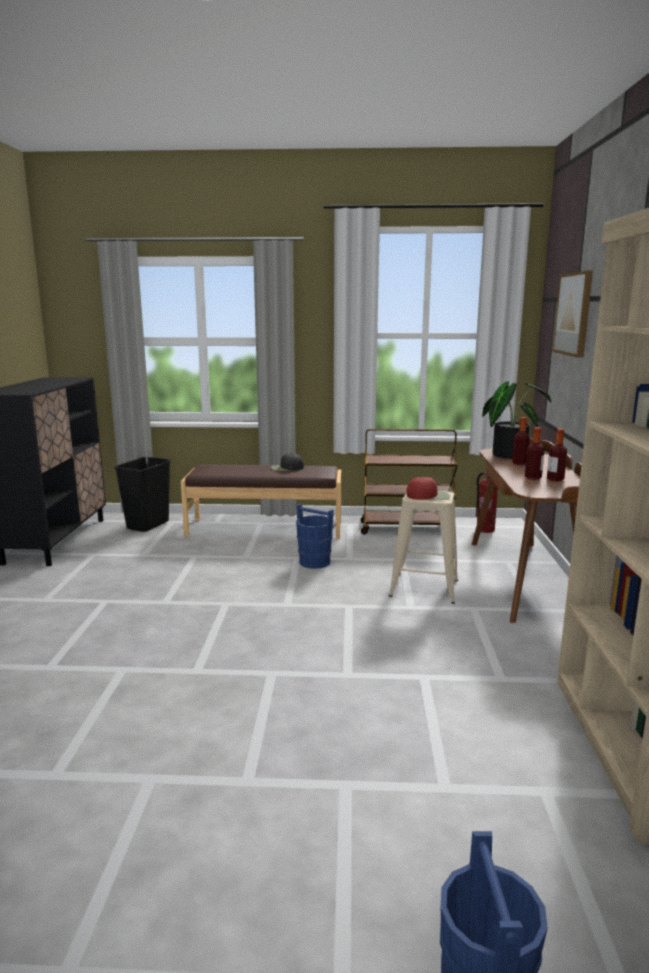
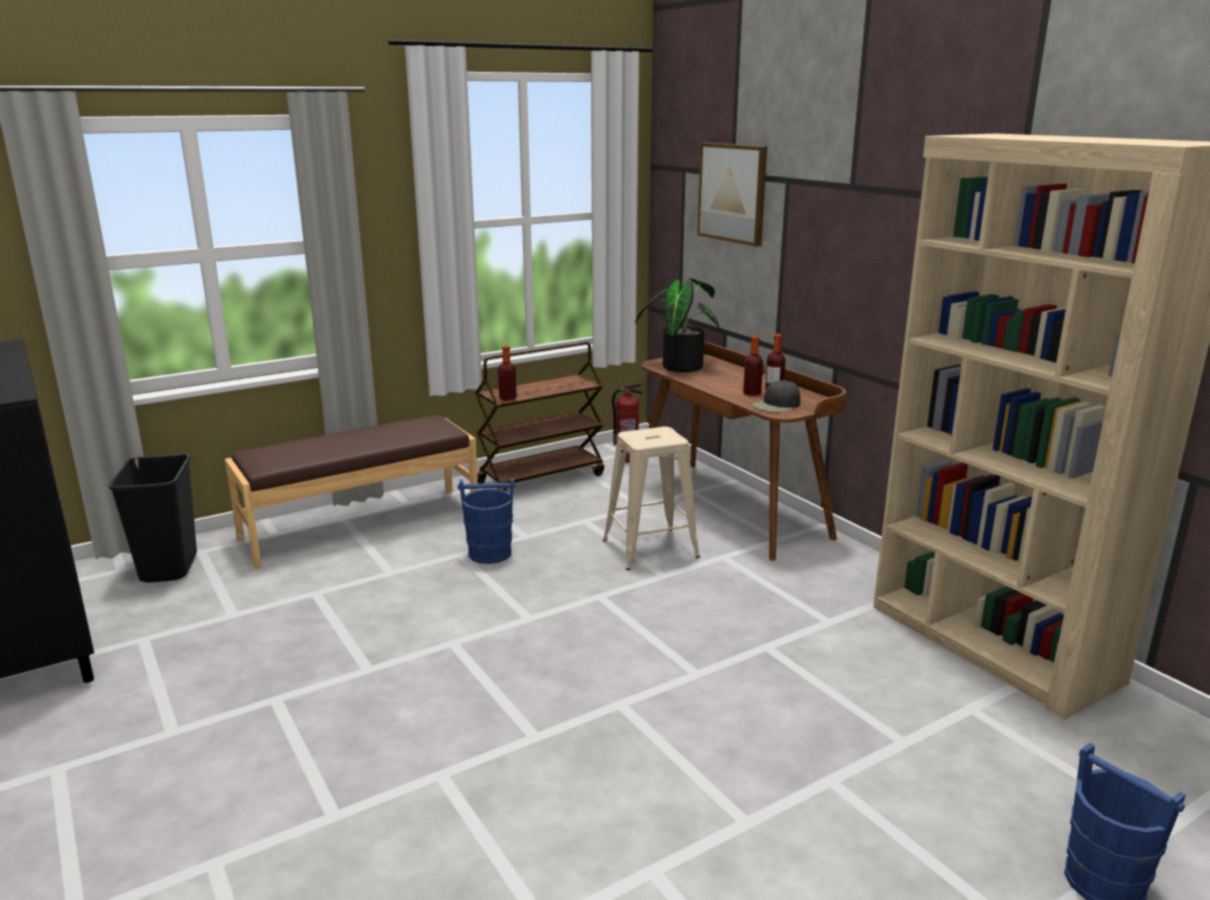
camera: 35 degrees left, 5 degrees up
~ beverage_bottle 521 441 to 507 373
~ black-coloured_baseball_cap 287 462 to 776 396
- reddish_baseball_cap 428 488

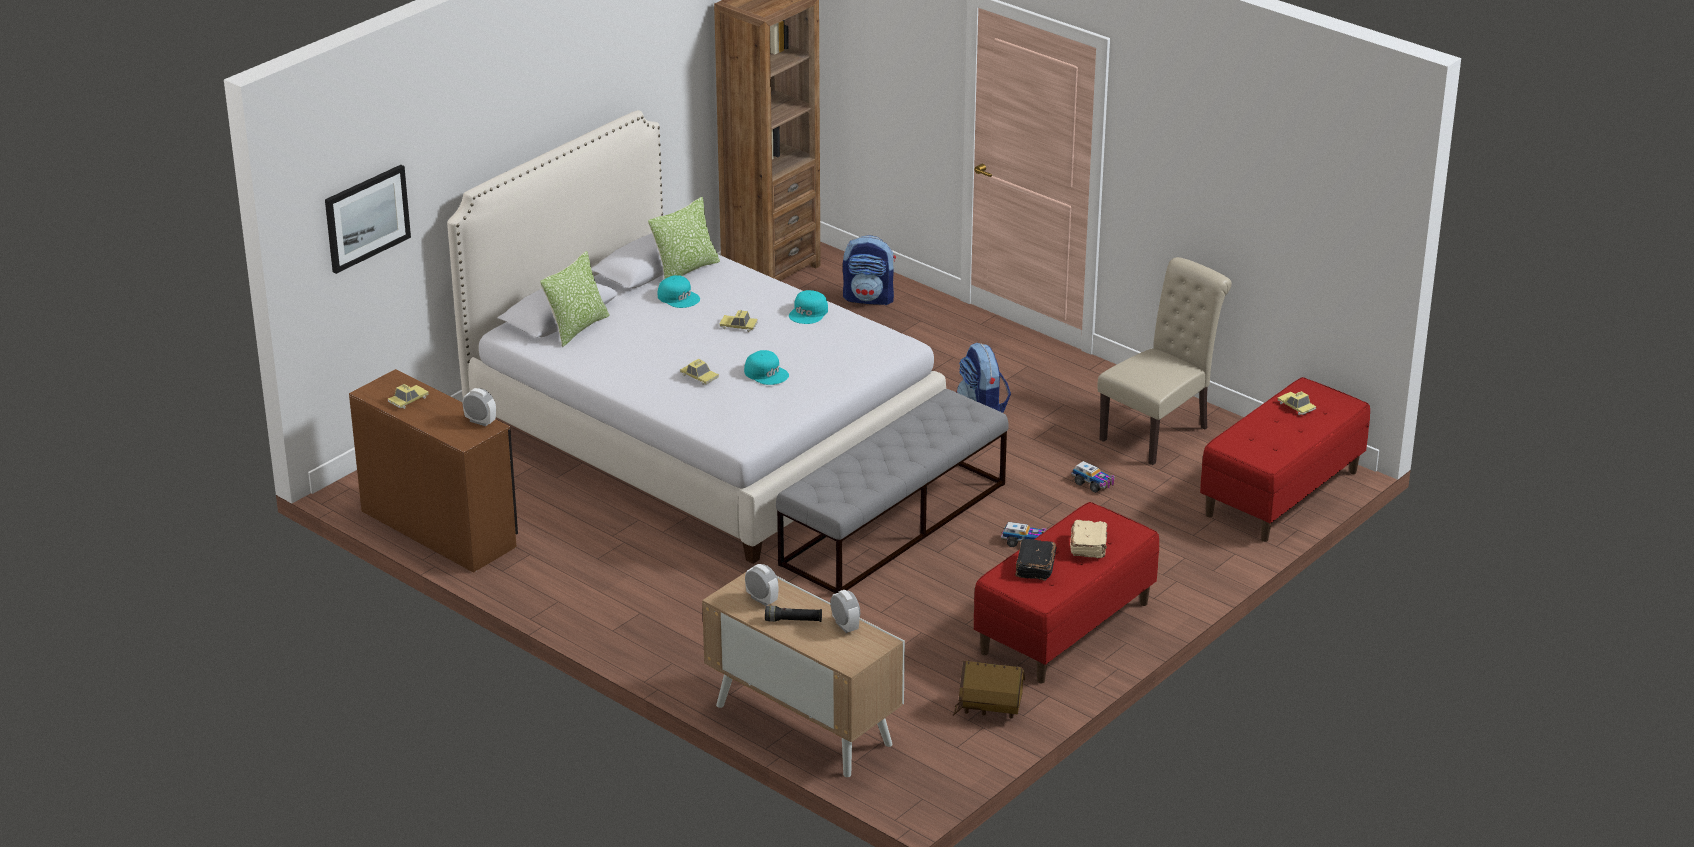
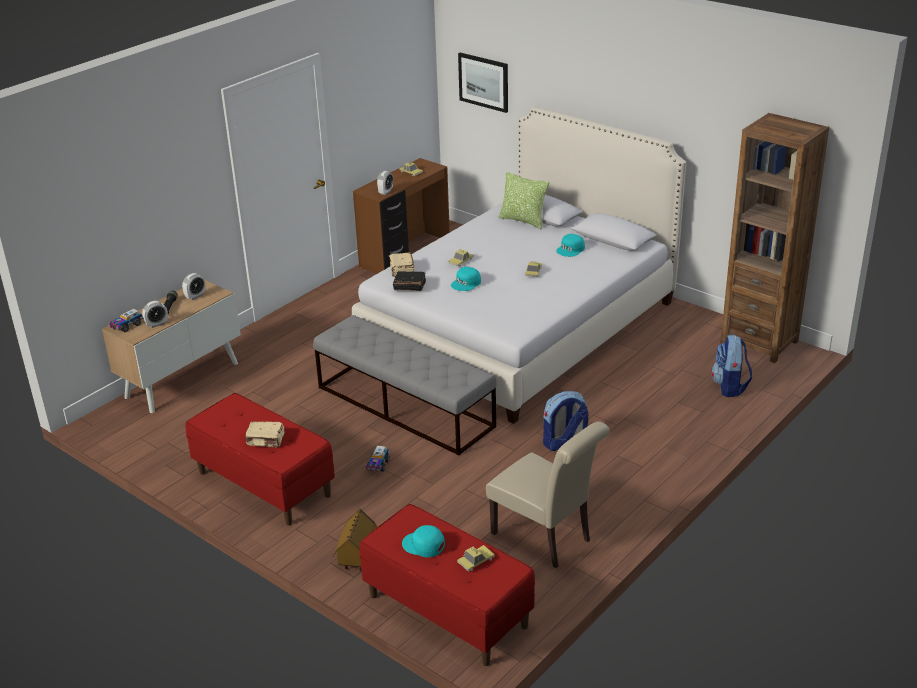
camera: 90 degrees right, 0 degrees up
~ toy_lorry 1093 477 to 126 320
~ miniature_house 988 689 to 355 539
+ sand-coloured_volume 402 265
~ black-coloured_volume 1035 560 to 409 281
~ blue-green_baseball_cap 808 307 to 423 541
- throw_pillow 684 238

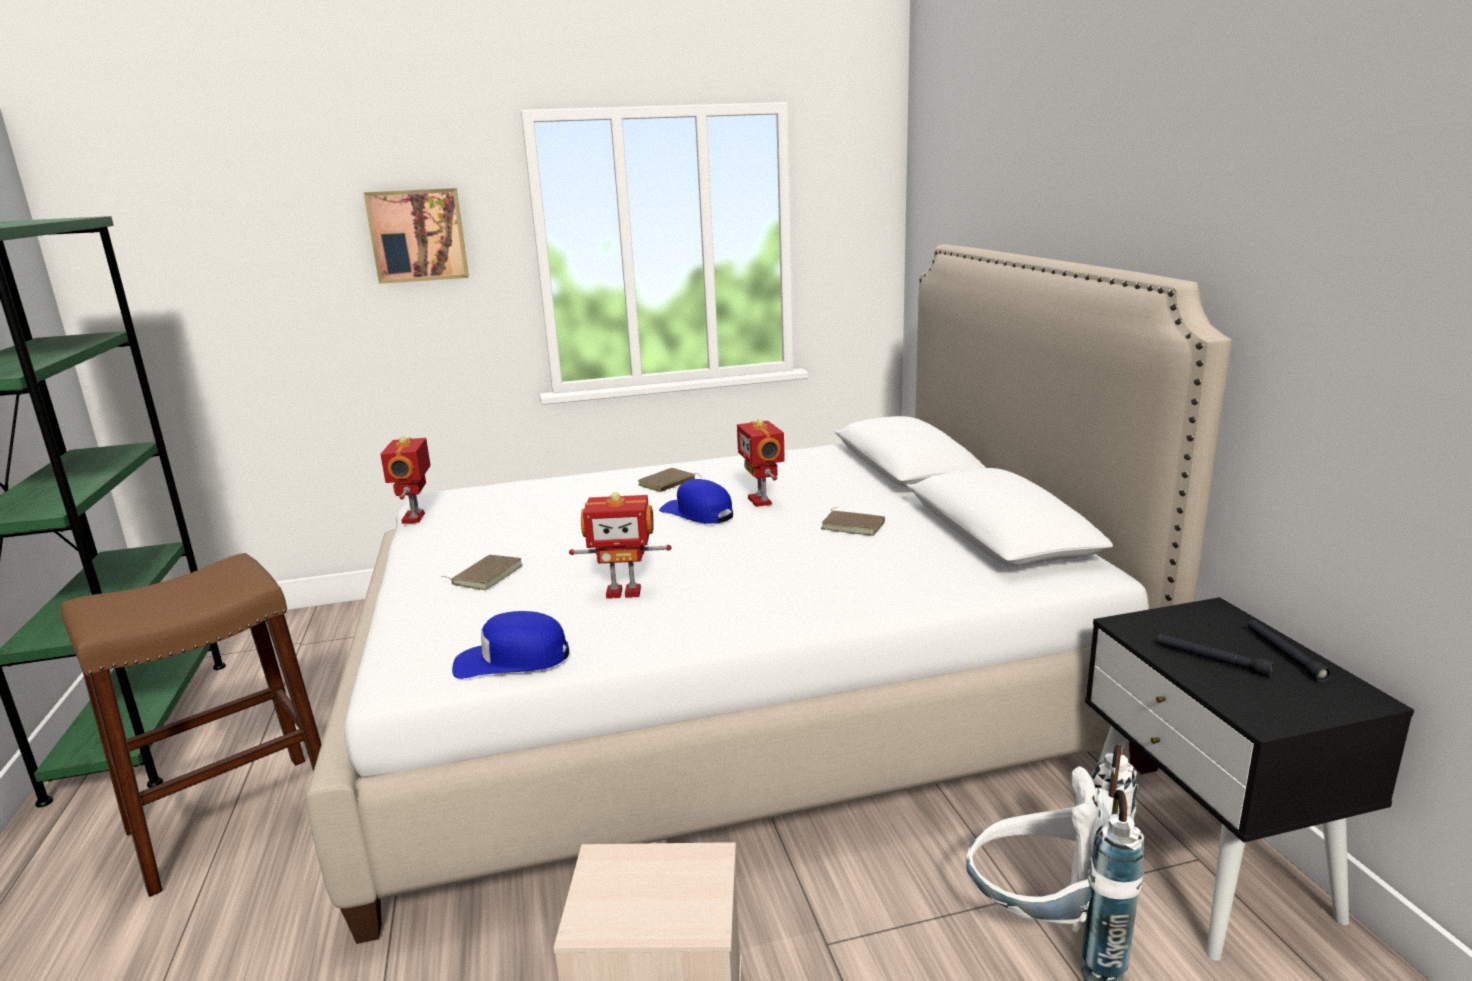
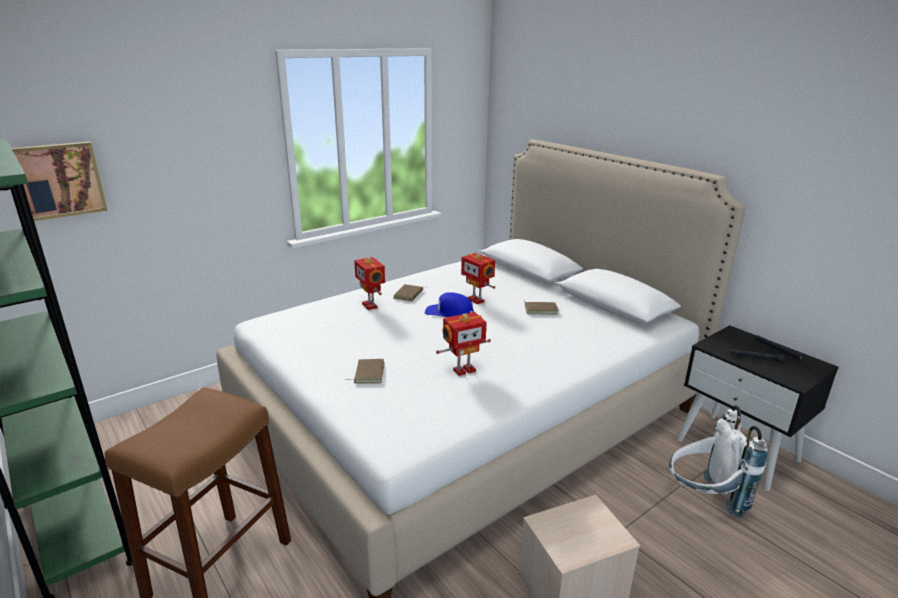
camera: 25 degrees left, 5 degrees up
~ wall_art 416 236 to 59 181
~ model_robot 405 480 to 369 283
- blue_baseball_cap 510 645

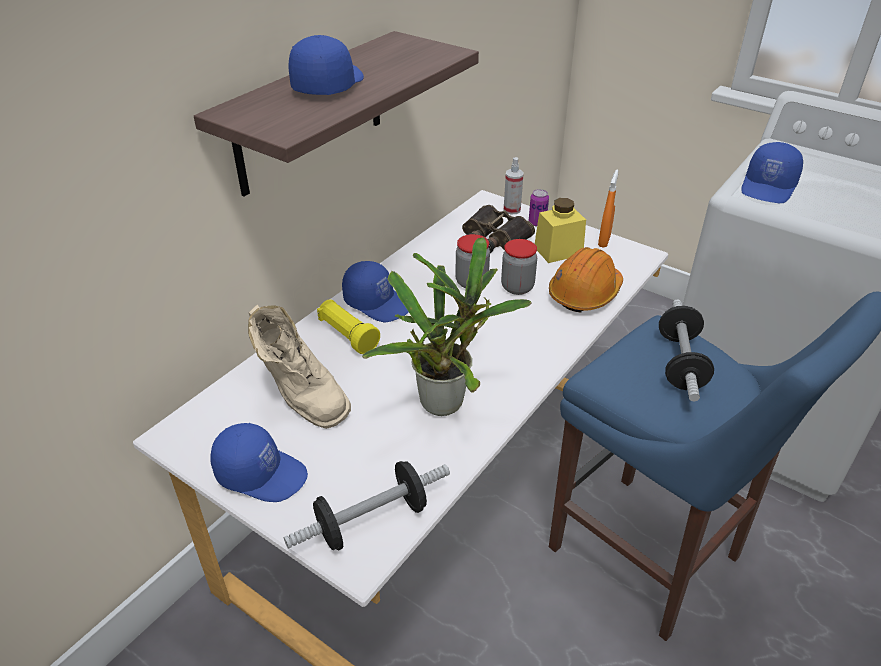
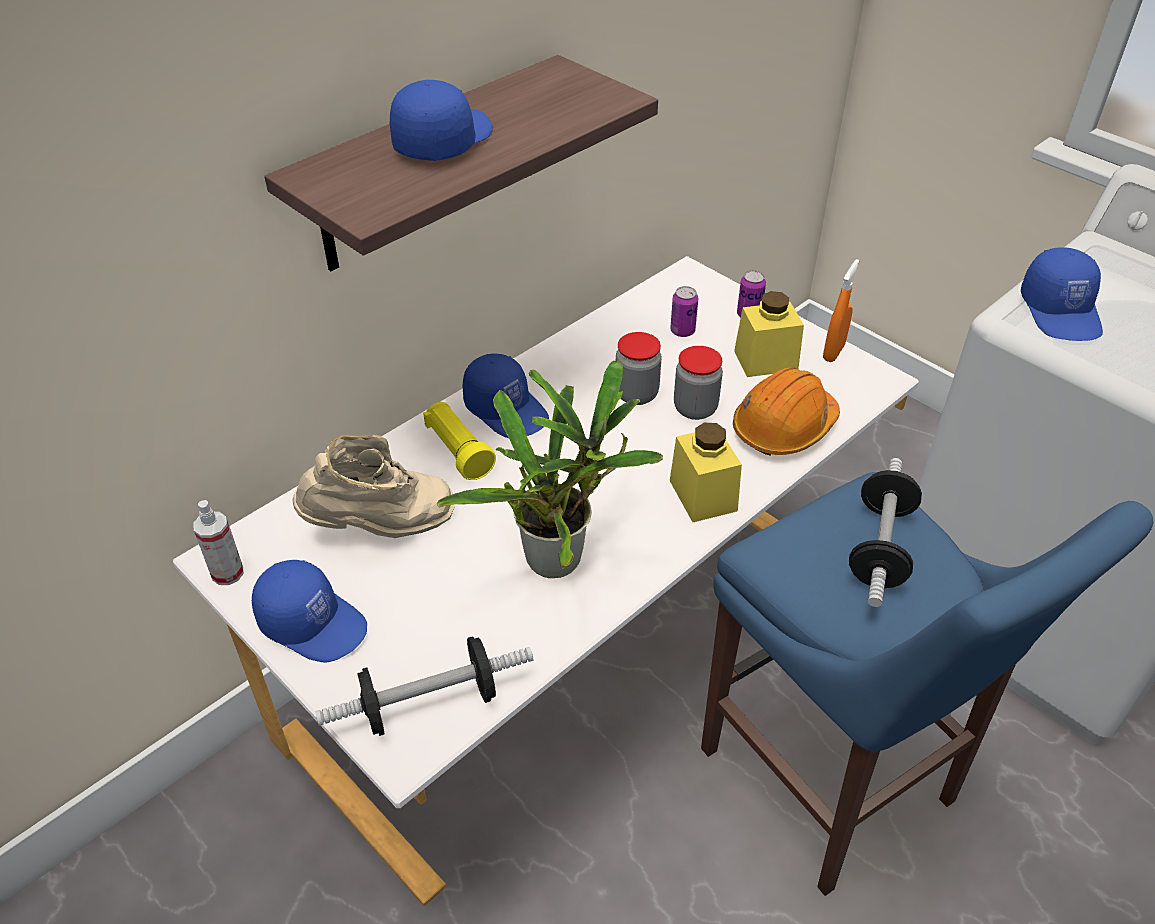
camera: 10 degrees right, 5 degrees up
~ hand_sprayer 513 186 to 218 542
~ sand-coloured_high-top_boot 299 367 = 373 486 75 degrees counterclockwise
~ binoculars 498 229 to sealed_can 684 311
+ yellow_storage_jar 706 472
~ blue_baseball_cap 772 172 = 1062 294 45 degrees counterclockwise

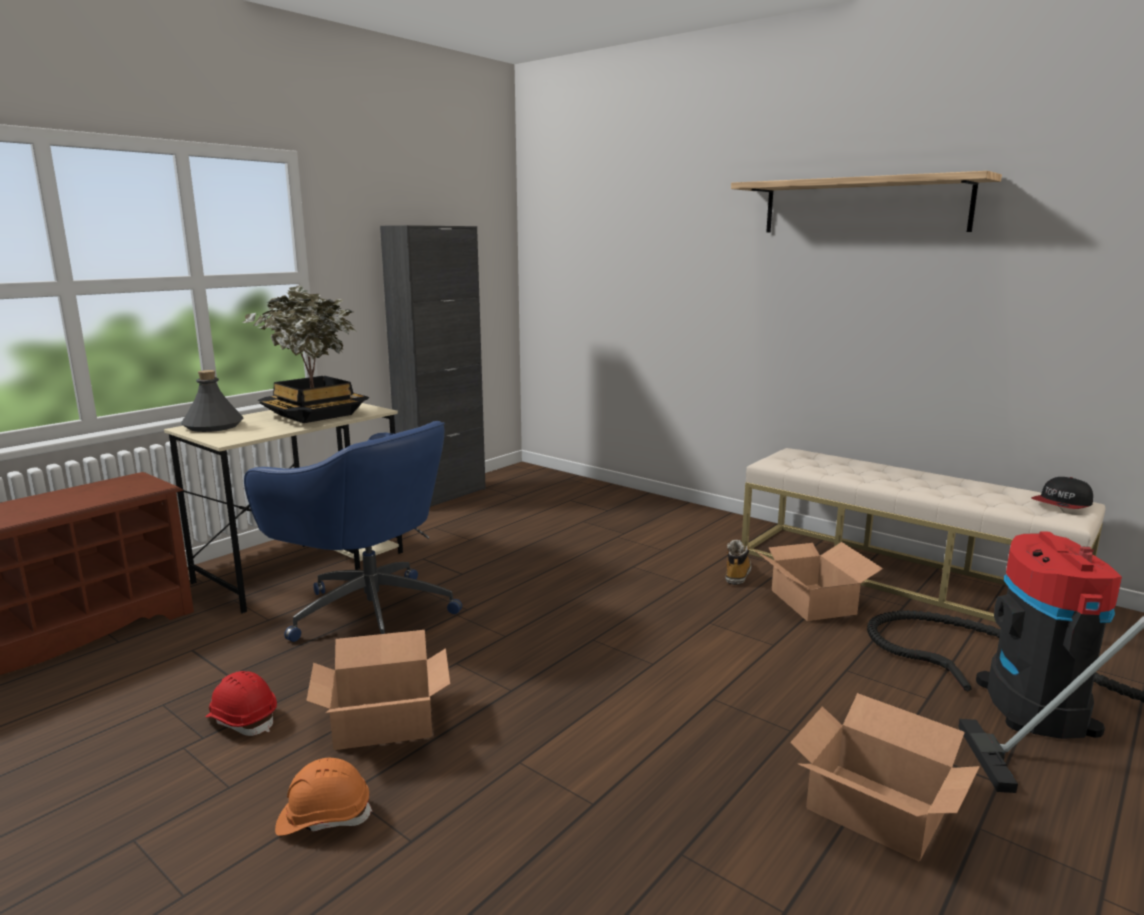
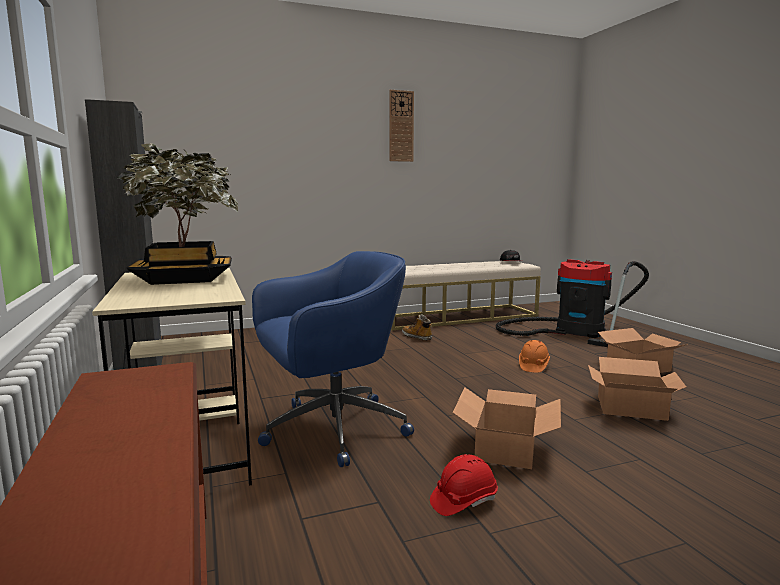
camera: 60 degrees left, 5 degrees down
~ wall_shelf 866 201 to hanging_clock 401 126
~ orange-coloured_hard_hat 323 797 to 534 356
~ packing_box 819 581 to 637 389
- greyish_beverage_bottle 212 401

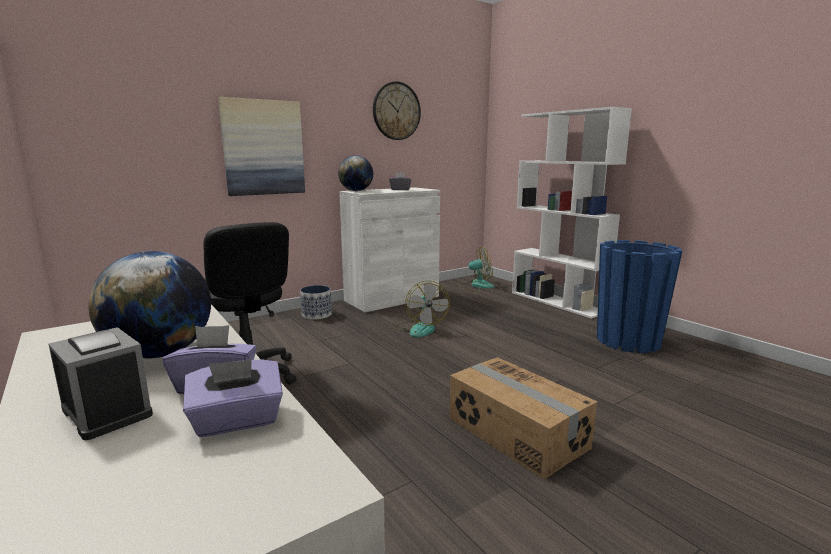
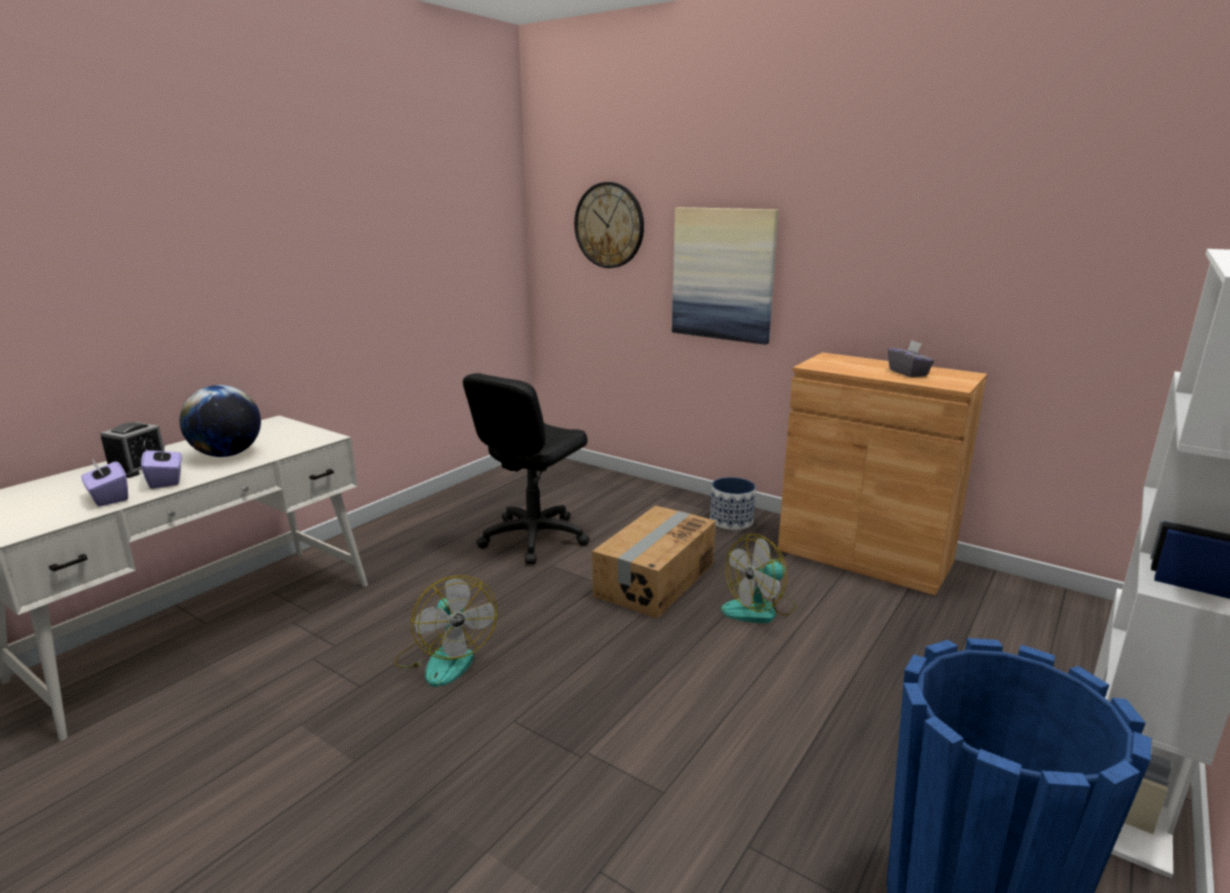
camera: 70 degrees right, 5 degrees up
~ cooling_fan 476 269 to 445 631
~ hanging_clock 397 110 to 609 225
~ packing_box 523 418 to 654 562
~ whitish_storage_cabinet 389 249 to brown_storage_cabinet 882 474
- world_globe 355 173

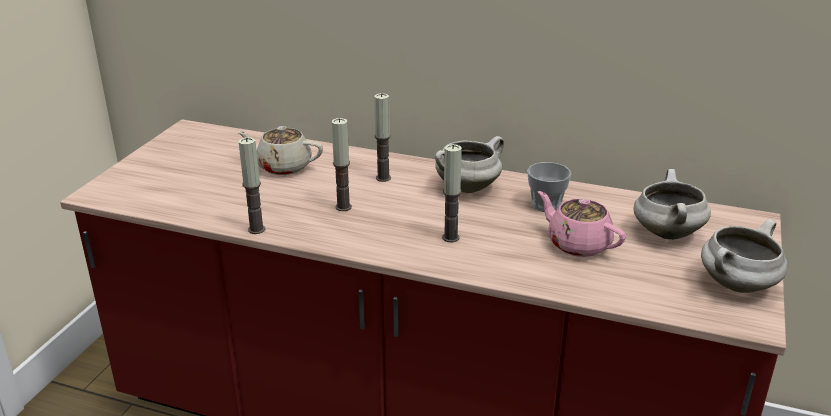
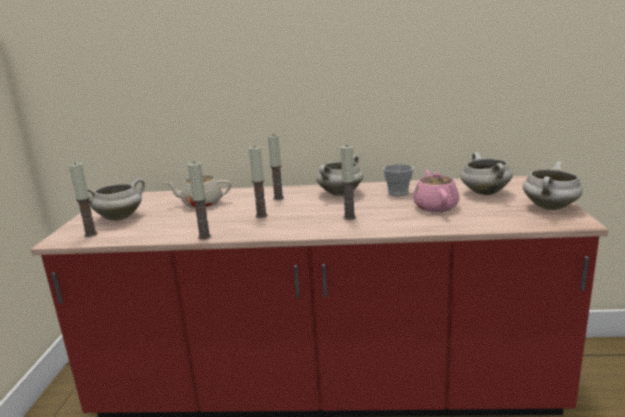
camera: 15 degrees left, 10 degrees down
+ wax_candle 83 199
+ whitish_saucepot 116 200
~ pink-coloured_pot_for_tea 582 224 = 436 191 60 degrees clockwise

